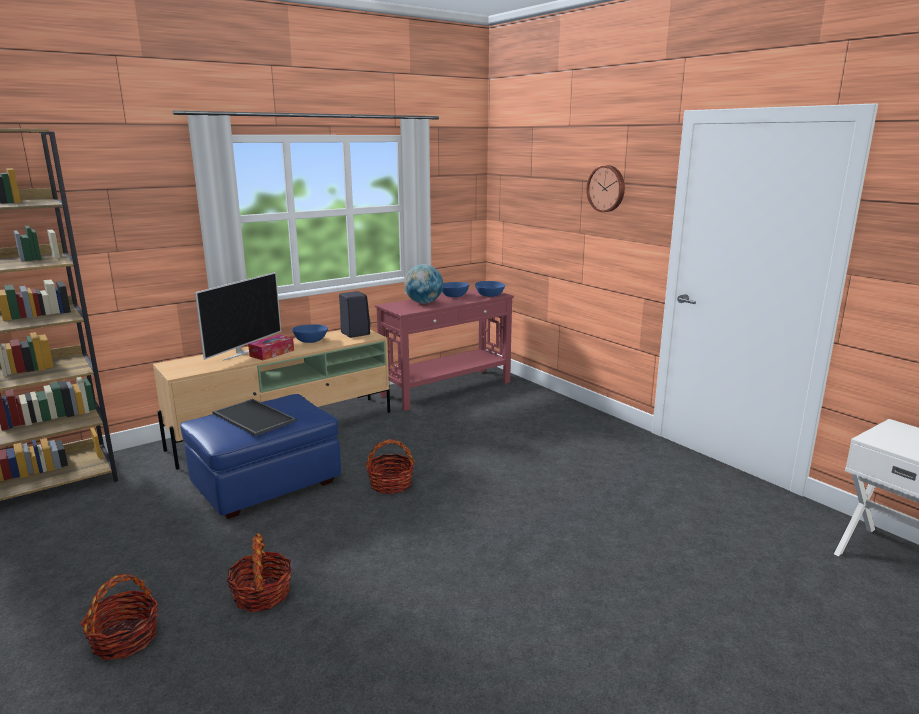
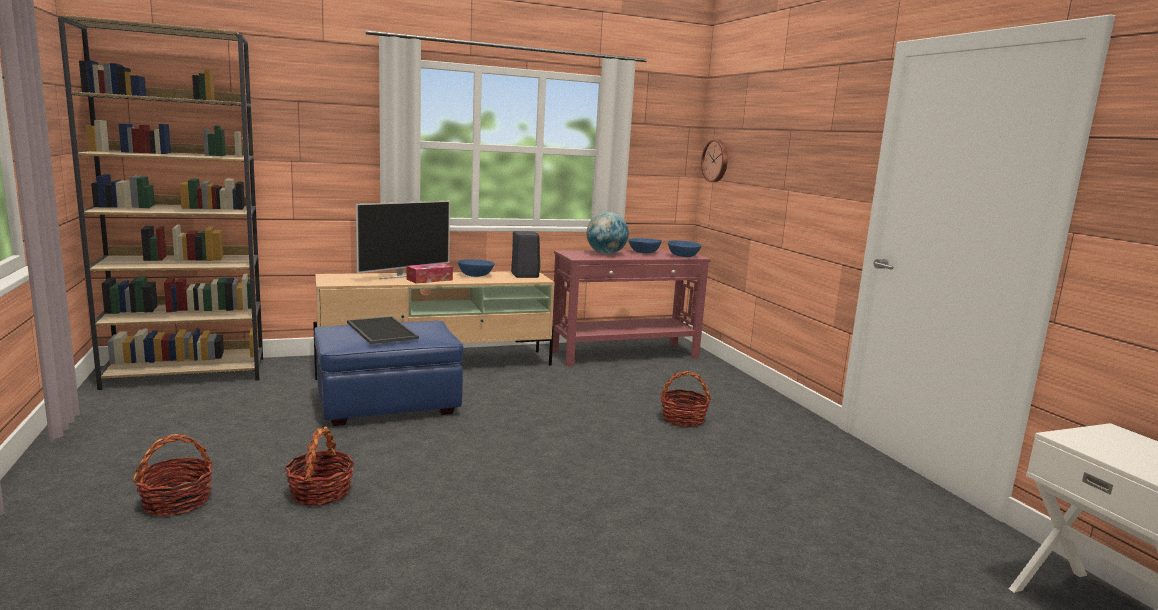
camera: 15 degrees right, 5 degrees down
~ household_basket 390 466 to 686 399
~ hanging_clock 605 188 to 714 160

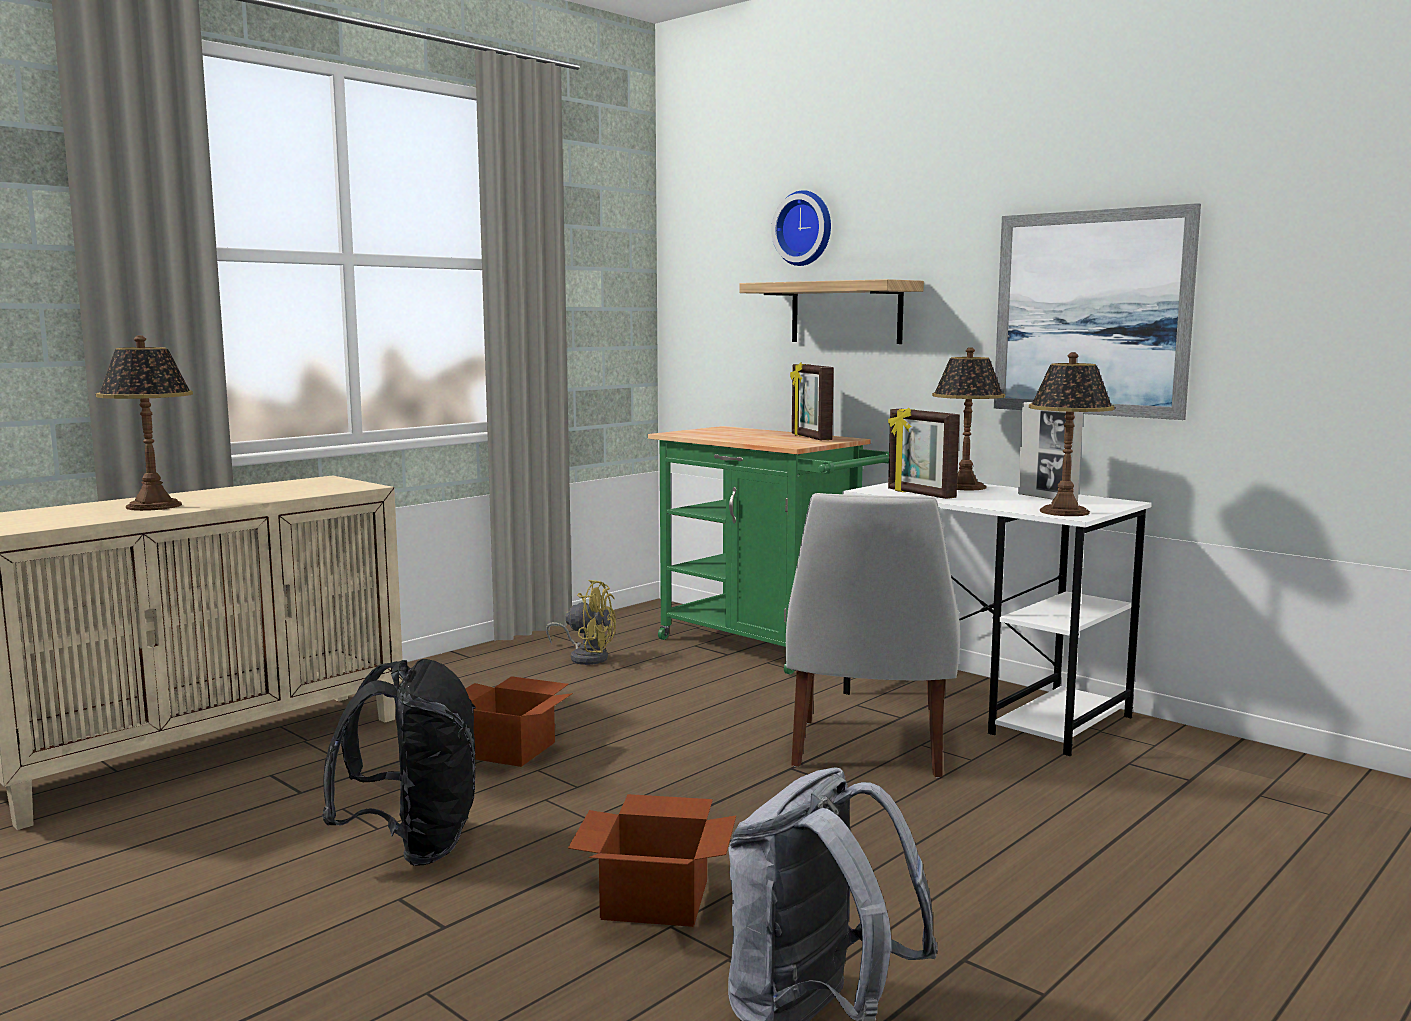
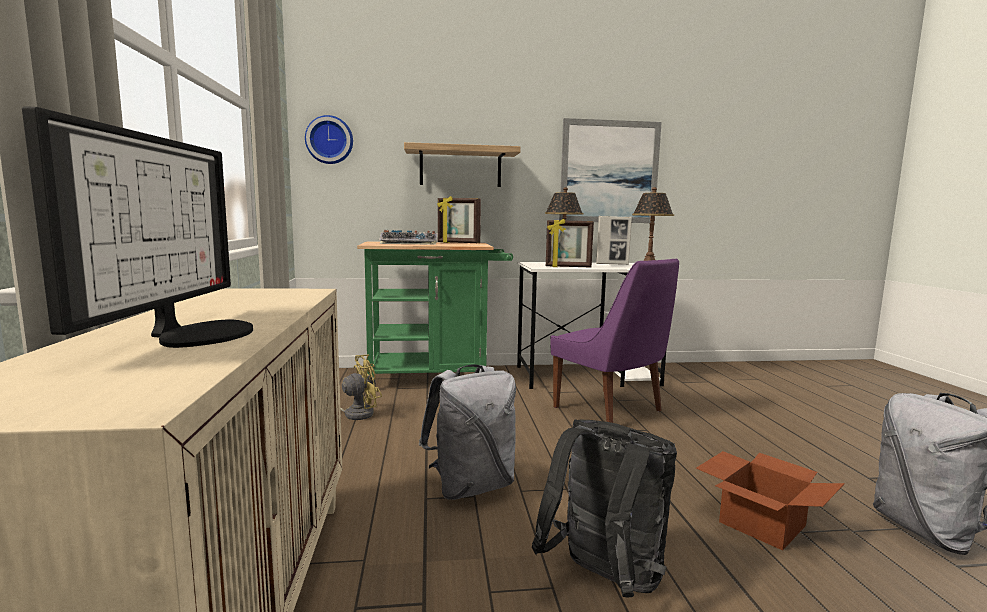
camera: 50 degrees left, 0 degrees up
~ tabletop_lamp 144 423 to computer_screen 137 227
~ hanging_clock 801 228 to 329 139
+ keyboard 408 237
~ packing_box 519 721 to greyish_rucksack 467 432
~ whitish_chair 873 635 to purplish_chair 614 340

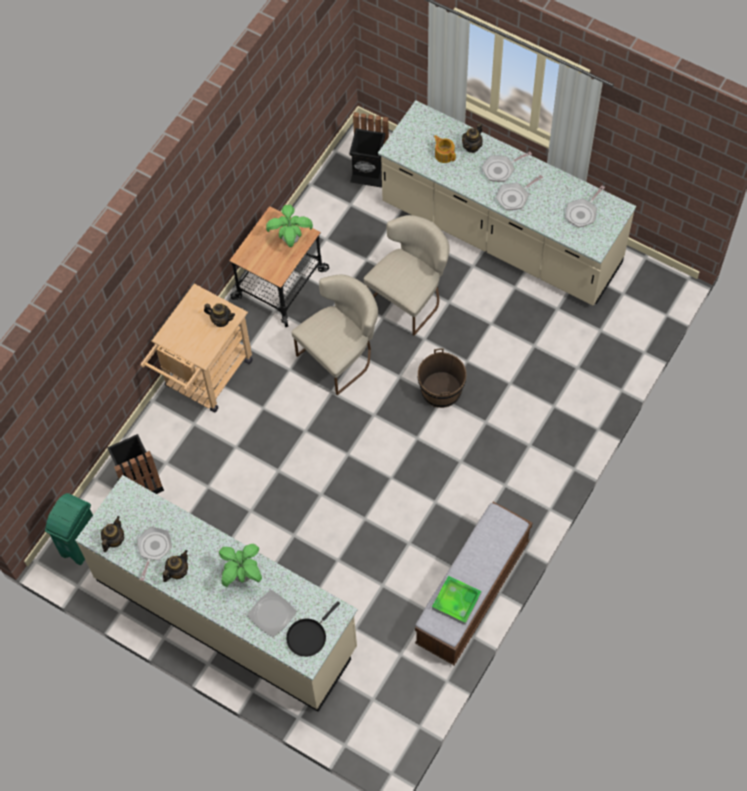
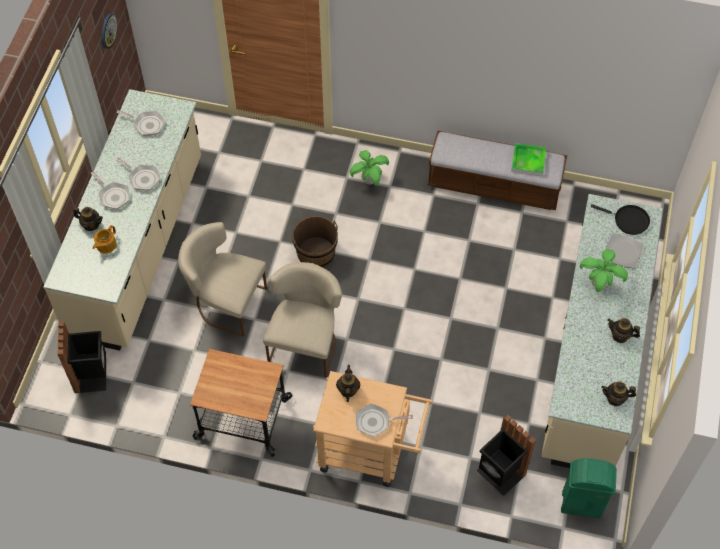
camera: 110 degrees left, 5 degrees down
+ hanging_clock 109 31
~ sand-coloured_chair 335 335 = 302 319 75 degrees clockwise
~ potted_plant 289 225 to 369 168
~ frying_pan 154 554 to 384 420

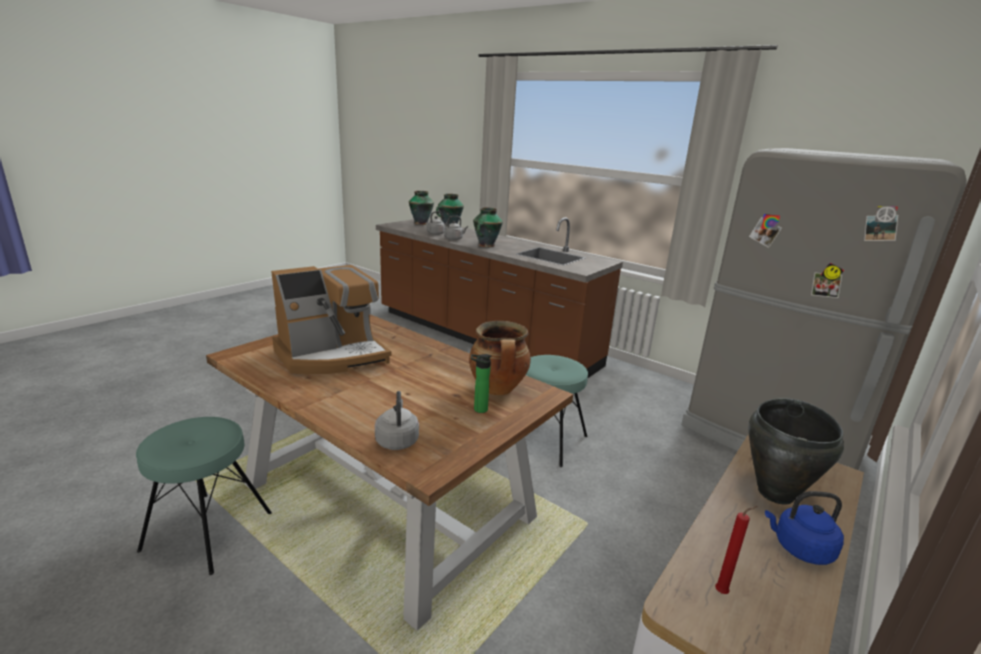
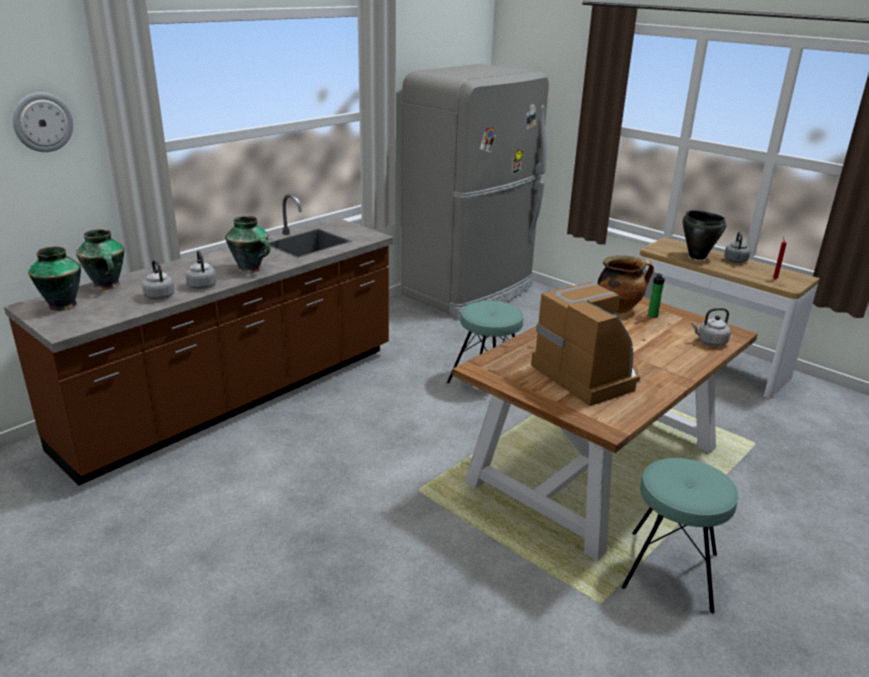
camera: 85 degrees left, 5 degrees up
+ hanging_clock 43 122
~ blue_tea_kettle 804 528 to greyish_tea_kettle 737 247

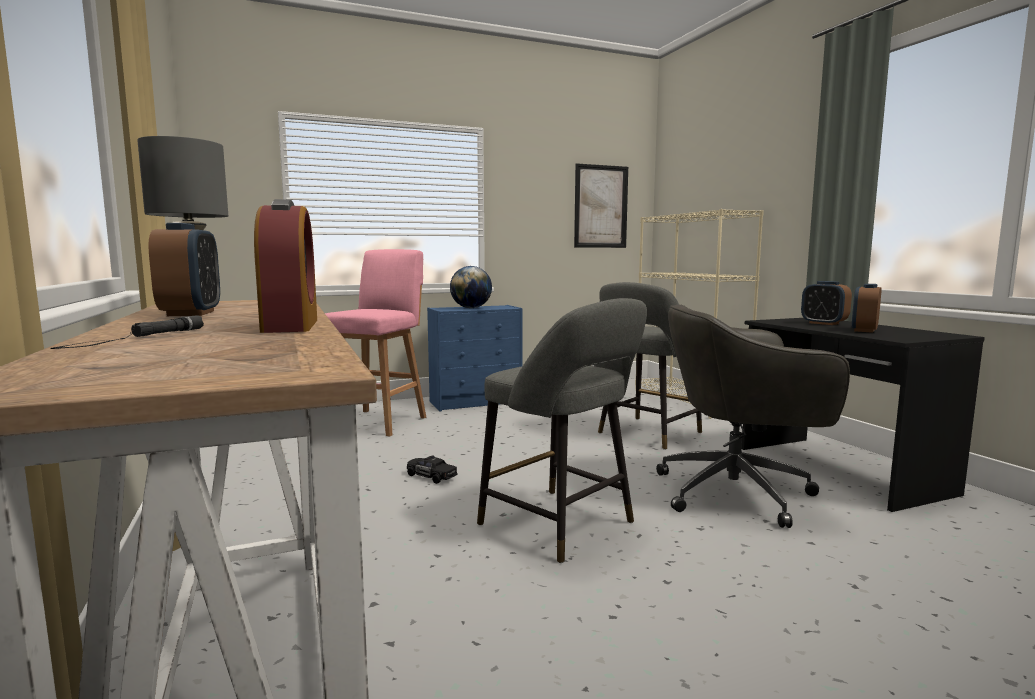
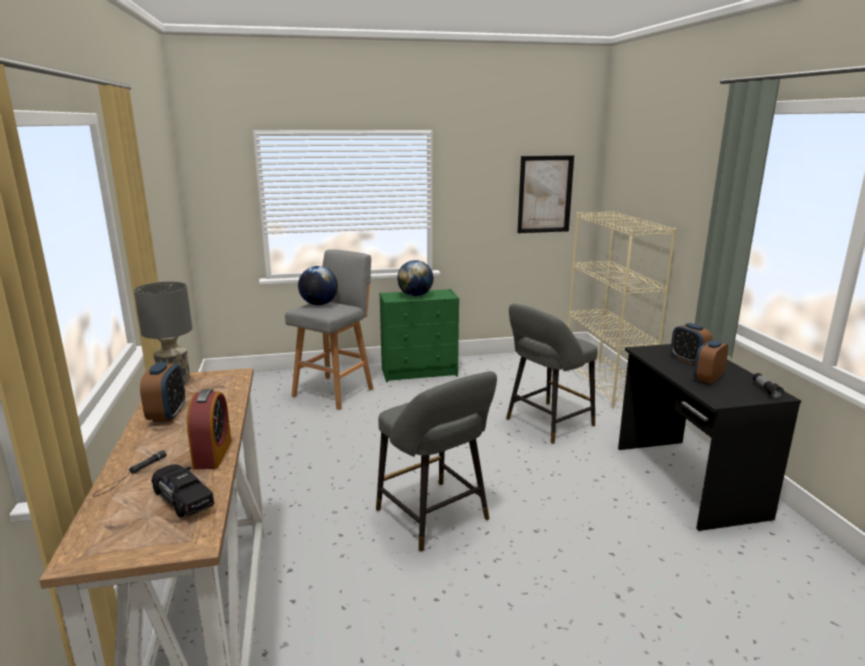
camera: 10 degrees right, 10 degrees up
~ black-coloured_model_car 432 469 to 183 491
~ pink-coloured_sitting_stool 375 342 to greyish_sitting_stool 329 329
+ world_globe 318 285
~ blue_drawer_chest 474 358 to greenish_drawer_chest 419 335
+ flashlight 768 386
- greyish_computer_chair 753 416

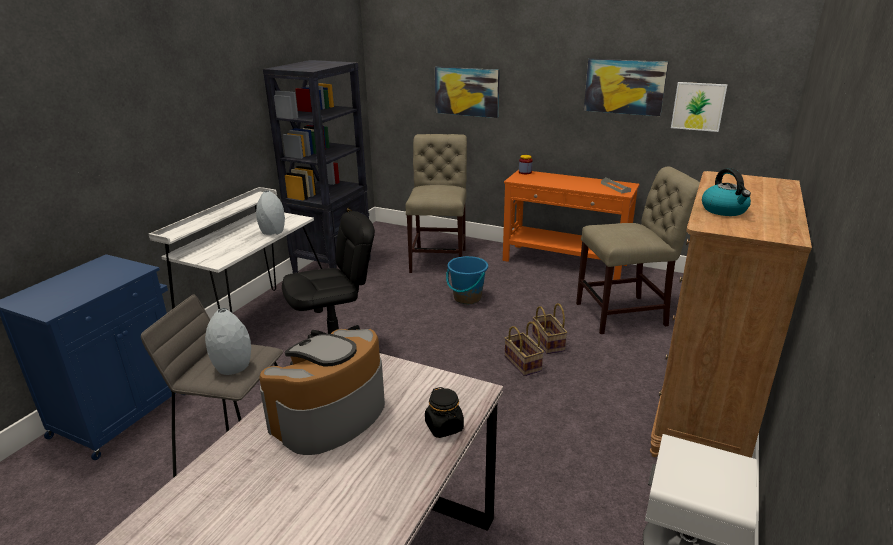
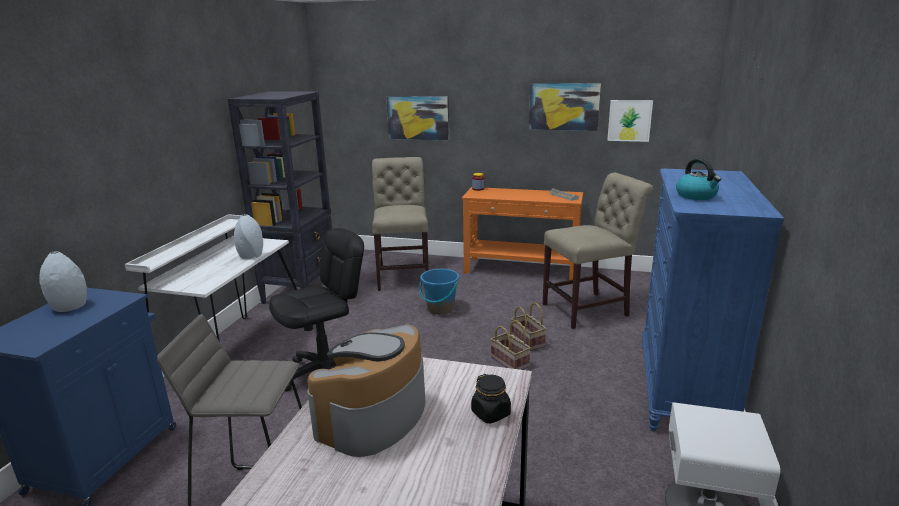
camera: 10 degrees left, 5 degrees down
~ greyish_decorative_vase 228 341 to 63 281
~ brown_drawer_chest 731 314 to blue_drawer_chest 713 300

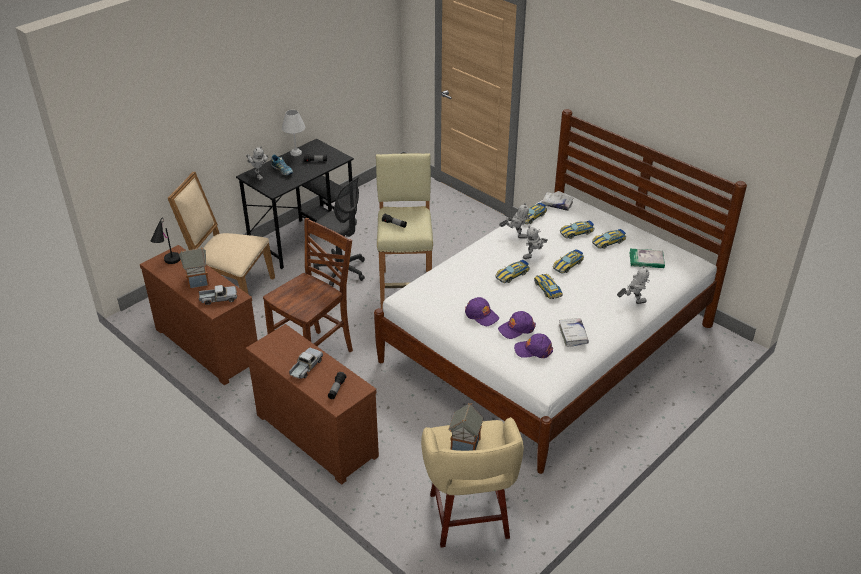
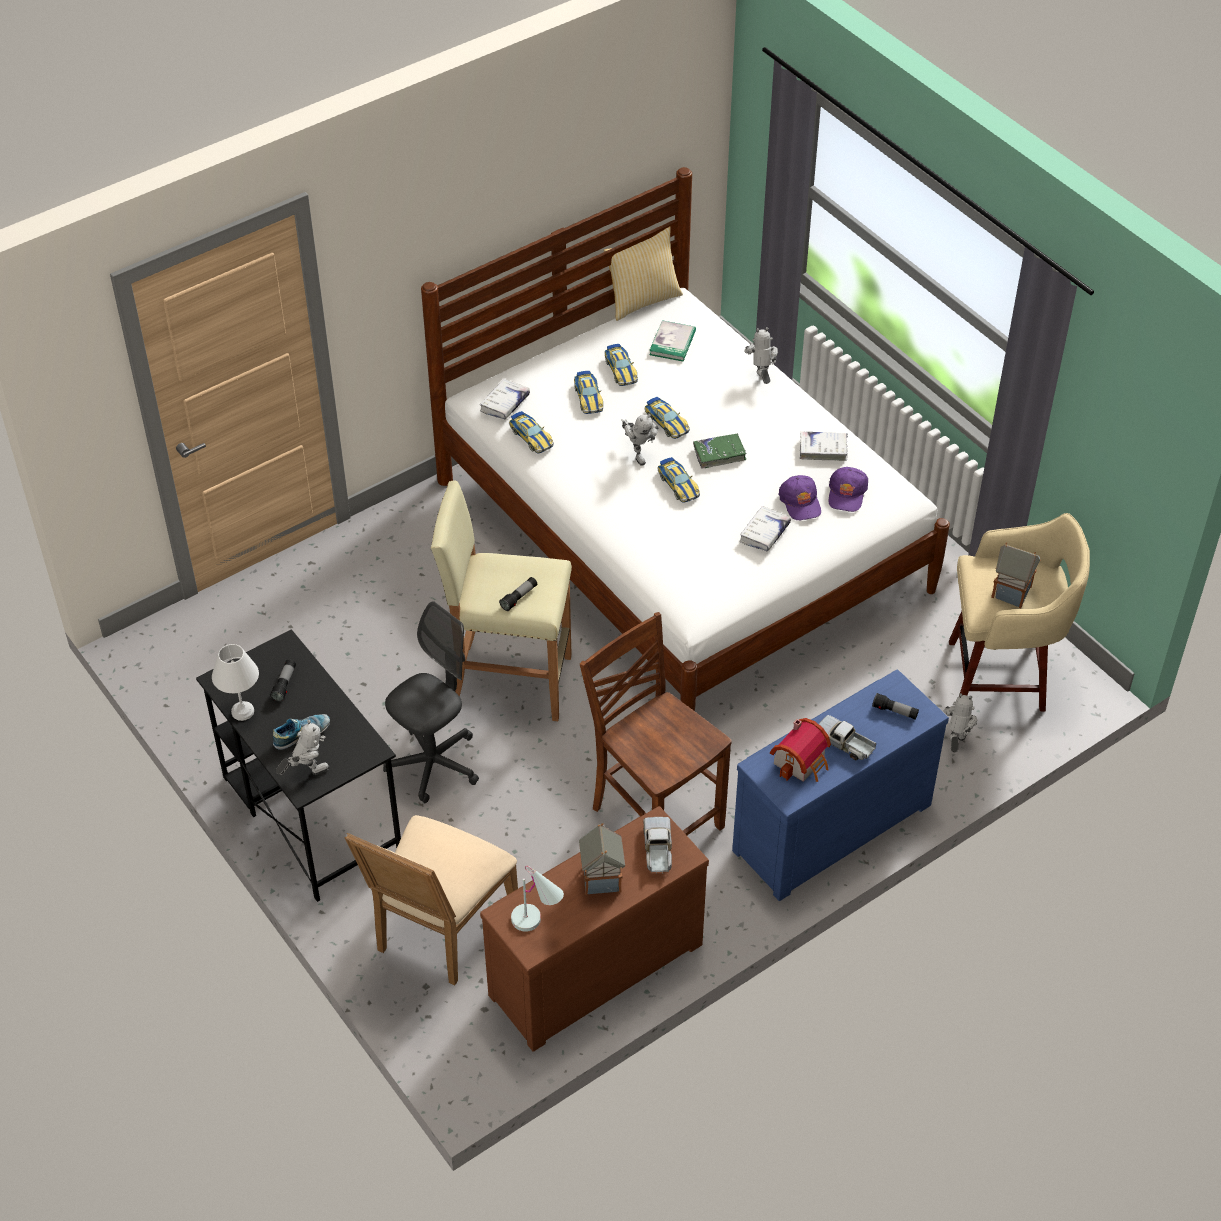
camera: 80 degrees left, 10 degrees up
~ black-coloured_tabletop_lamp 166 241 to whitish_tabletop_lamp 537 899
+ throw_pillow 643 273
~ model_car 548 286 to greenish_volume 720 451
~ brown_drawer_chest 312 404 to blue_drawer_chest 840 785
~ purplish_baseball_cap 482 311 to whitish_volume 765 528
+ miniature_house 800 750
~ model_robot 515 221 to 960 722

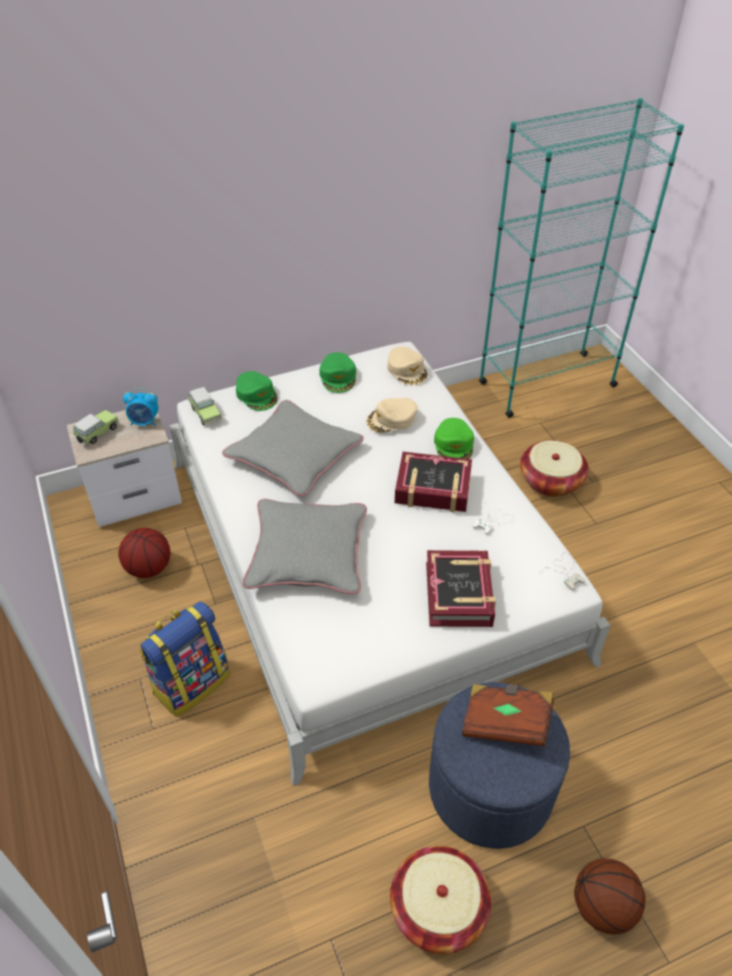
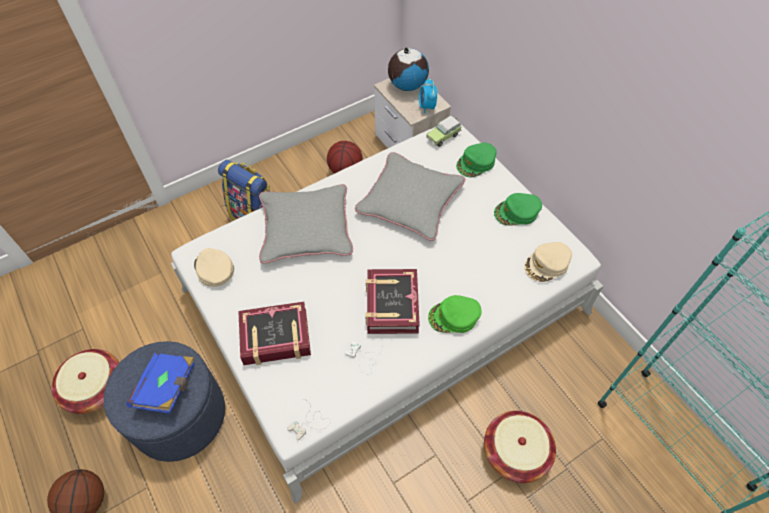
camera: 80 degrees right, 10 degrees up
~ brown_volume 508 715 to blue_volume 160 383
~ sand-coloured_baseball_cap 392 415 to 214 267
~ model_car 96 427 to world_globe 408 69

